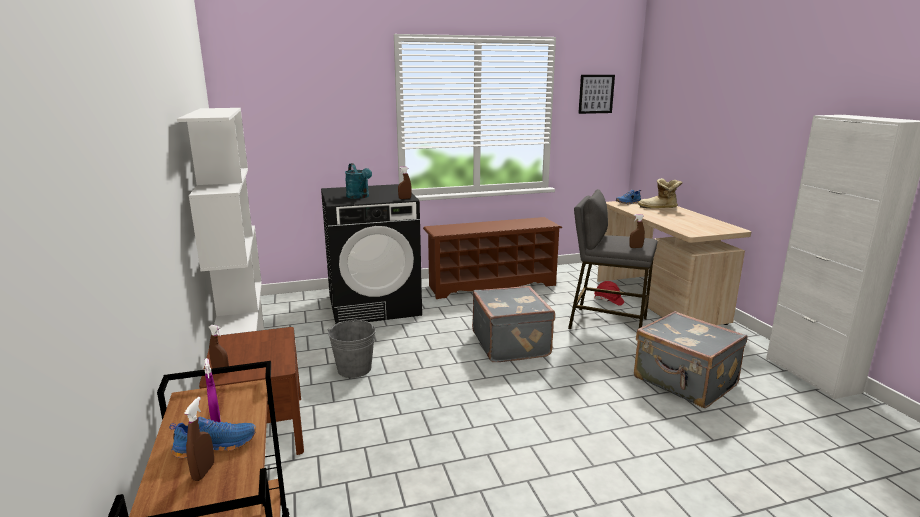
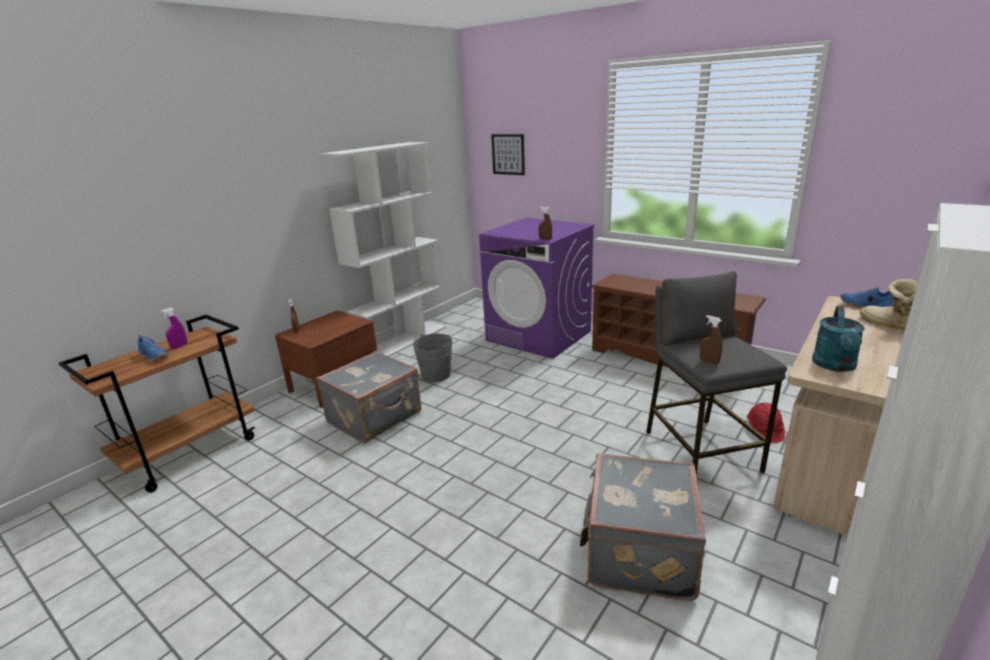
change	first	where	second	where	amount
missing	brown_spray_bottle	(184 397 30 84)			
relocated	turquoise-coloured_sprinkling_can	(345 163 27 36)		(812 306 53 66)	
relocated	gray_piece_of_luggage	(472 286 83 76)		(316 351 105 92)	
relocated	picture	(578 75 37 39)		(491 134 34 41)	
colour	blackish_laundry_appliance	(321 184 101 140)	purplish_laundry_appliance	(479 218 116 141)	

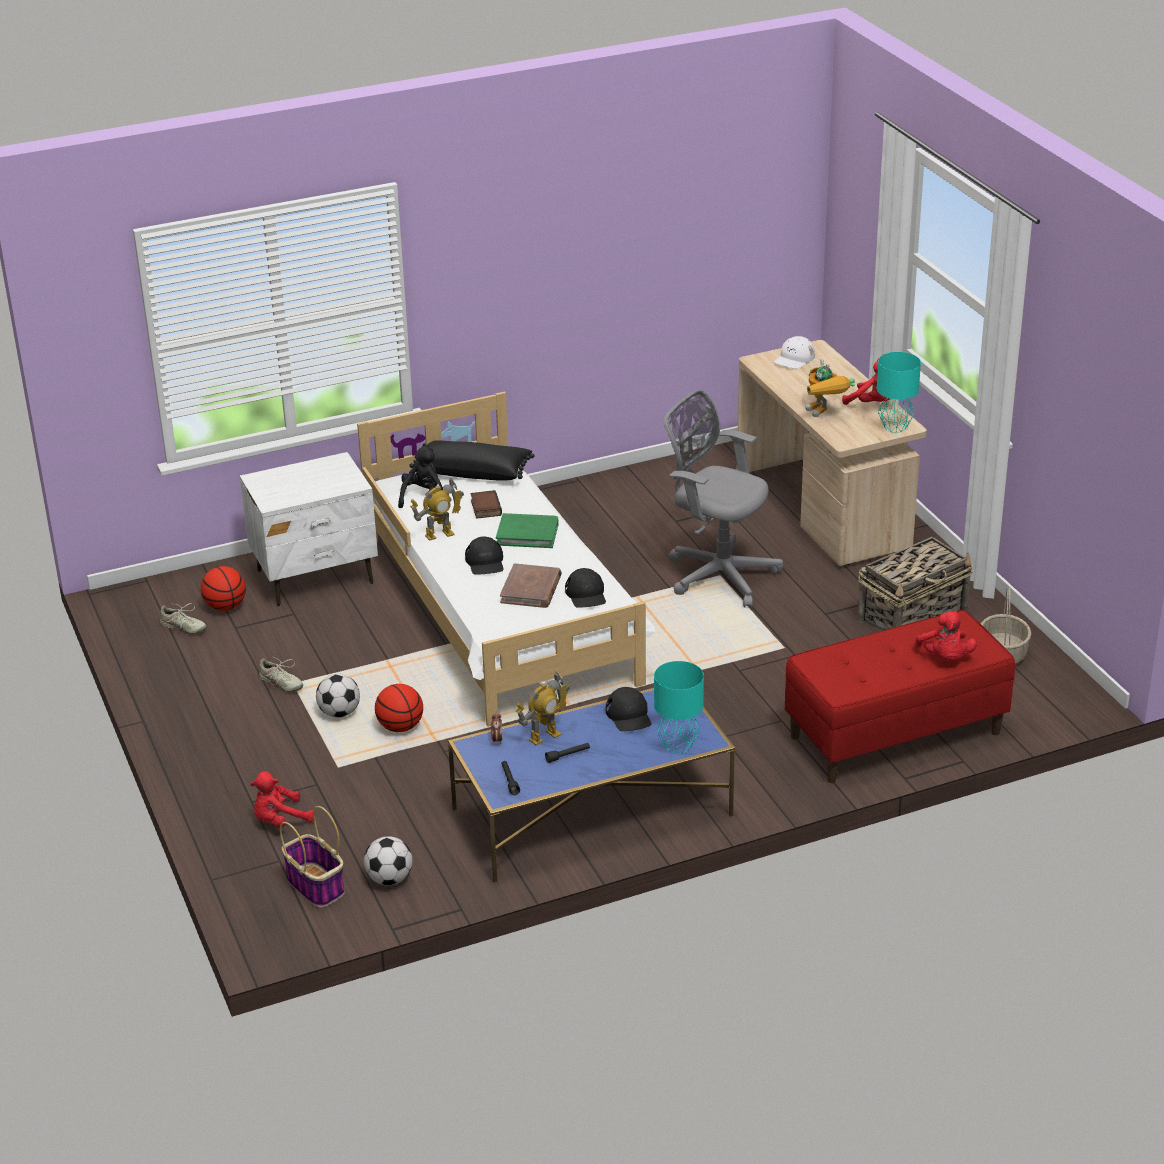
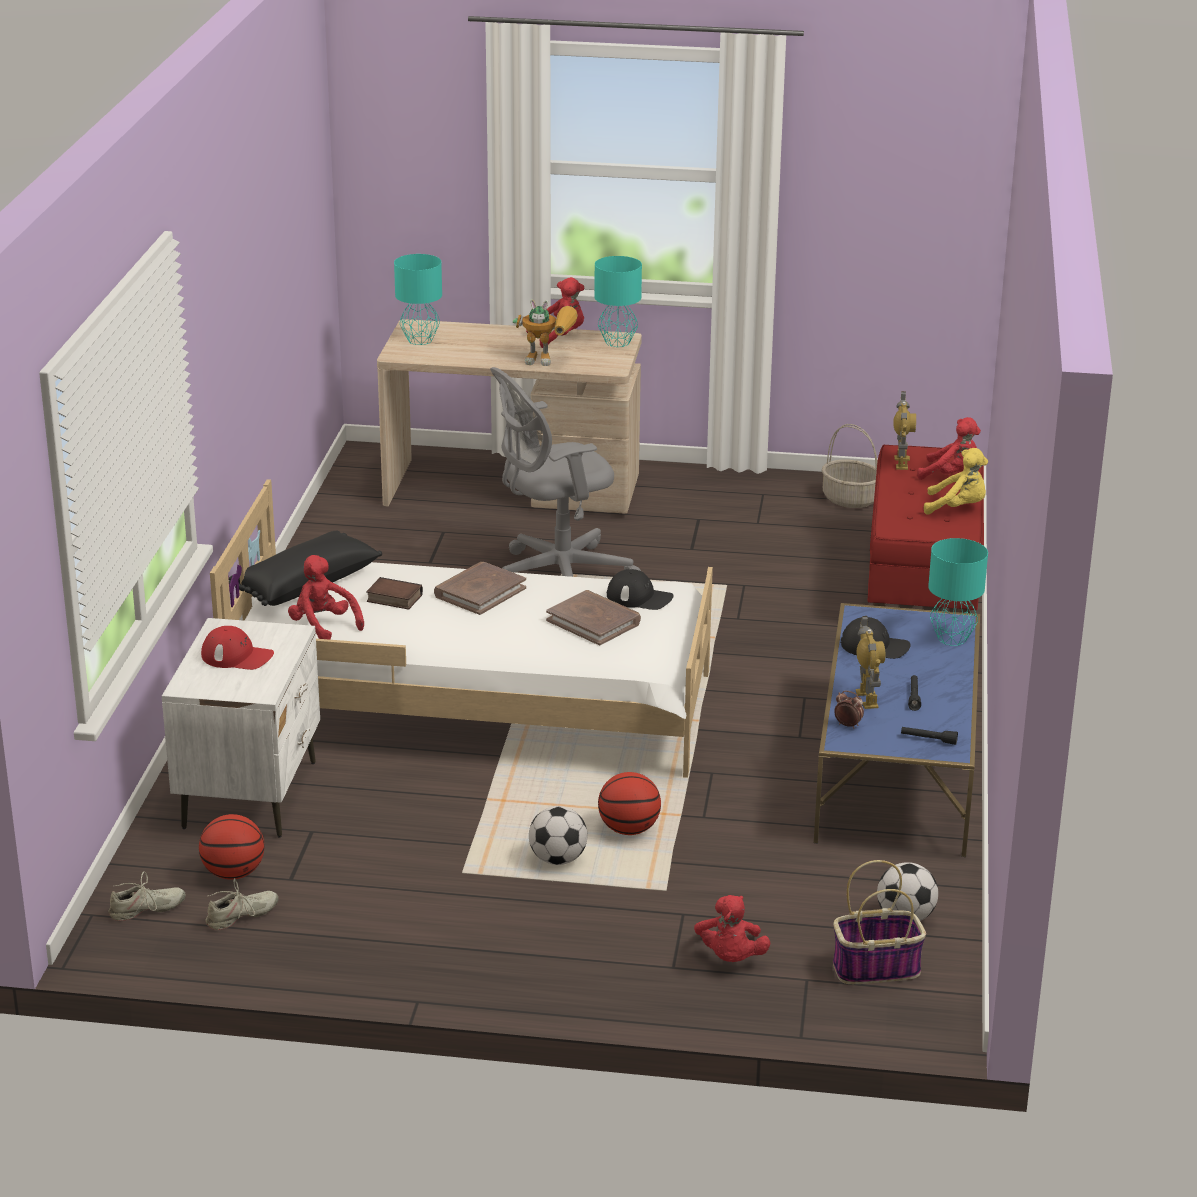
change	first	where	second	where	amount
missing	blackish_baseball_cap	(465 537 39 38)			
missing	basket	(857 536 116 95)			
appeared			red_baseball_cap	(201 626 73 44)	
appeared			yellowish_plush_toy	(924 448 64 67)	
relocated	sand-coloured_shoe	(259 657 44 35)		(108 871 78 50)	
relocated	robot_figure	(410 477 54 64)		(893 391 23 79)	
exchanged	white-coloured_baseball_cap	(774 336 41 33)	turquoise-coloured_tabletop_lamp	(394 254 48 91)	
colour	blackish_plush_toy	(398 446 45 65)	red_plush_toy	(288 555 76 85)	
colour	green_book	(496 513 62 35)	brown_book	(434 562 92 53)	

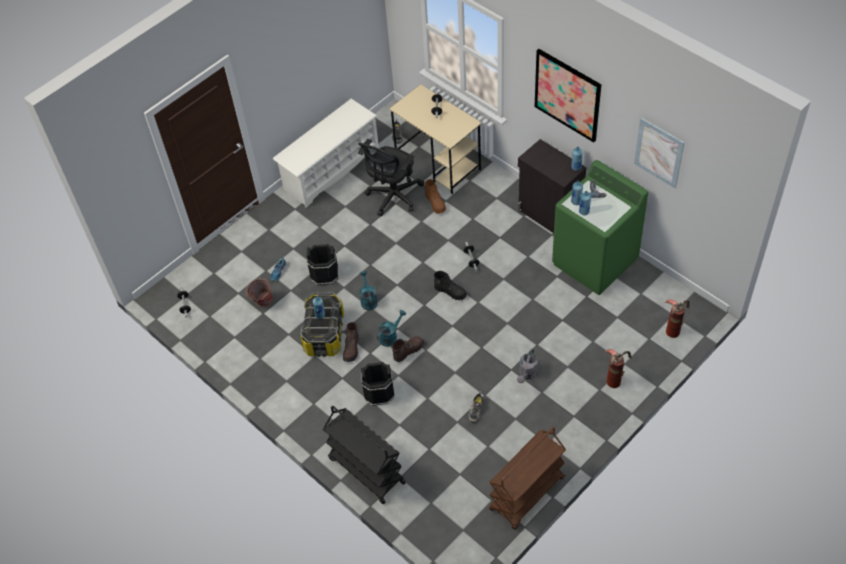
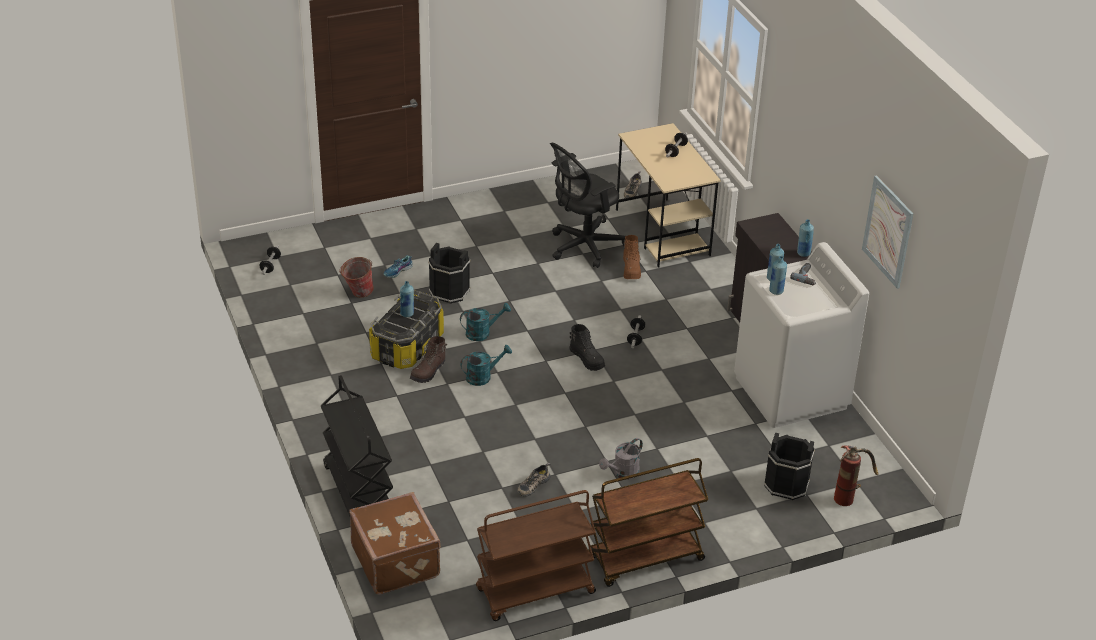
change	first	where	second	where	amount
missing	white-coloured_shoe_stand	(273 99 106 109)			
missing	brown_high-top_boot	(391 336 33 26)			
missing	picture	(535 49 66 94)			
missing	fire_extinguisher	(605 349 27 39)			
appeared			brown_piece_of_luggage	(349 492 92 103)	
appeared			brown_wheeled_cart	(588 458 120 129)	
relocated	blackish_bucket	(361 362 34 44)		(764 433 51 67)	
colour	green_laundry_appliance	(552 160 96 135)	white-coloured_laundry_appliance	(734 242 135 186)	
spun	turquoise-coloured_sprinkling_can	(359 271 19 39)		(460 303 51 38)	60 degrees clockwise

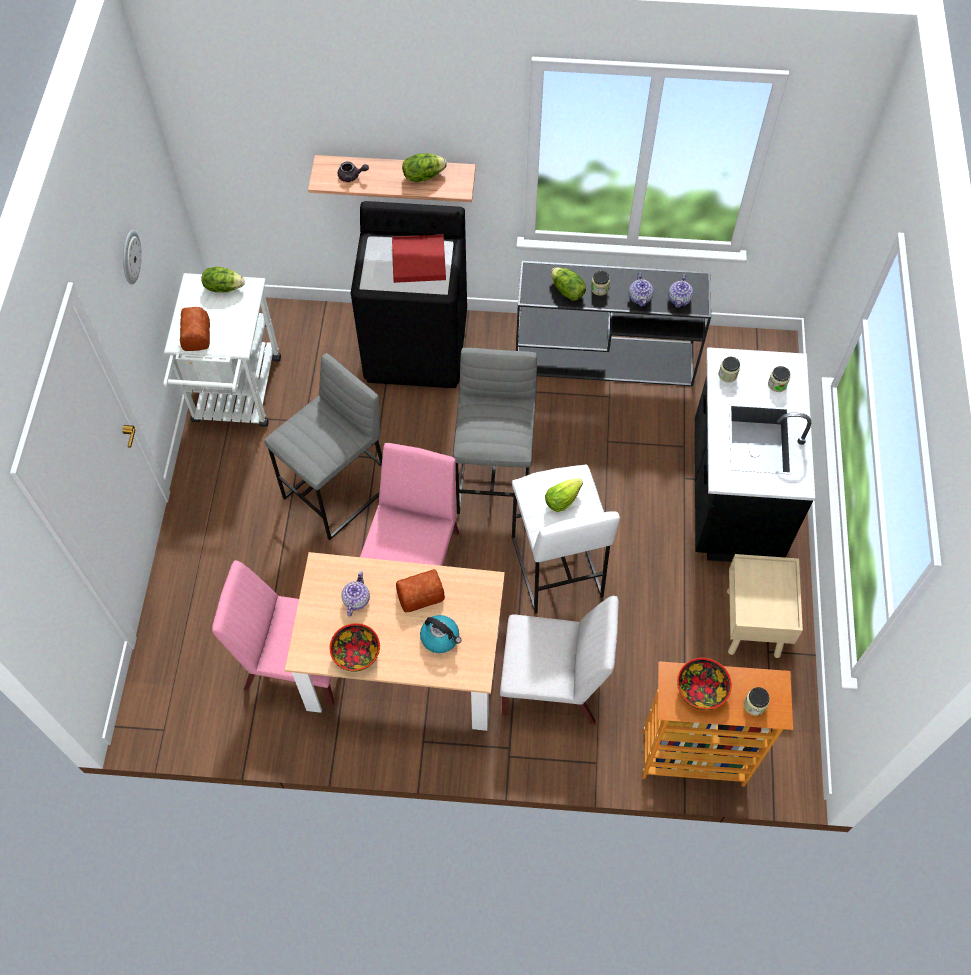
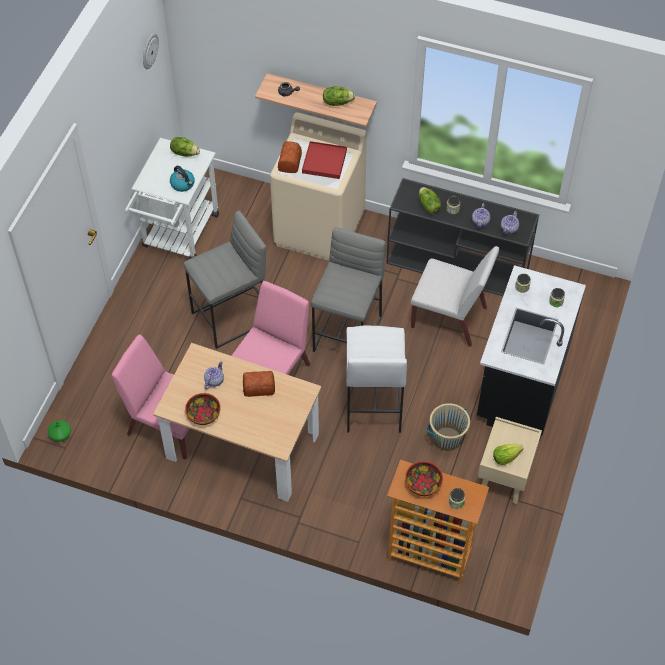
change	first	where	second	where	amount
appeared			green_flower_vase	(48 420 23 22)	
appeared			sand-coloured_bucket	(427 403 43 48)	
relocated	wall_clock	(123 230 19 55)		(143 33 16 36)	
relocated	baked_bread	(180 307 30 44)		(278 141 24 32)	
relocated	tea_kettle	(420 615 41 38)		(170 166 25 26)	
relocated	white-coloured_chair	(500 596 119 129)		(411 246 88 101)	
relocated	lettuce	(545 478 38 34)		(493 444 31 21)	
colour	blackish_laundry_appliance	(351 201 116 187)	sand-coloured_laundry_appliance	(270 112 97 149)	

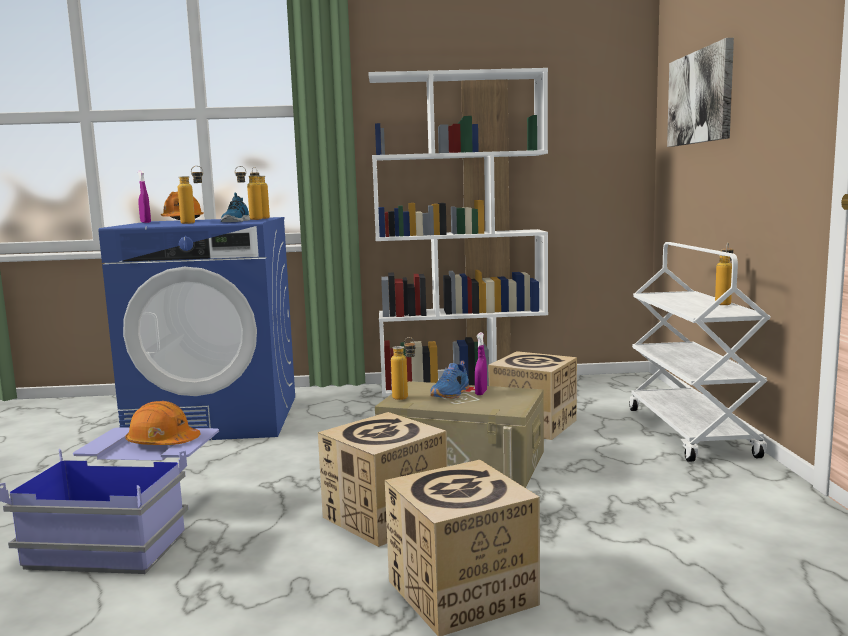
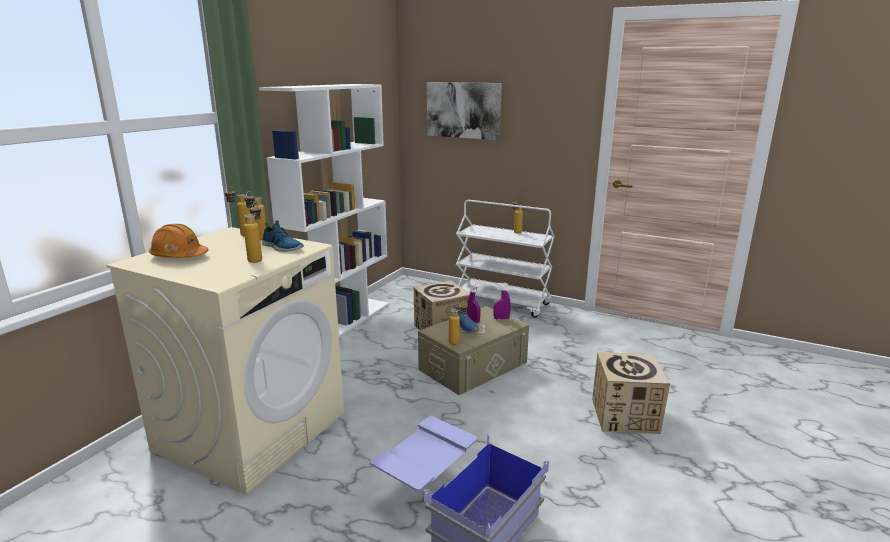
change	first	where	second	where	amount
missing	orangey_work_helmet	(125 401 76 44)			
missing	packing_box	(318 412 130 135)			
relocated	purplish_spray_bottle	(138 171 13 52)		(493 283 18 37)	
colour	blue-coloured_laundry_appliance	(98 217 197 223)	sand-coloured_laundry_appliance	(106 227 238 268)	

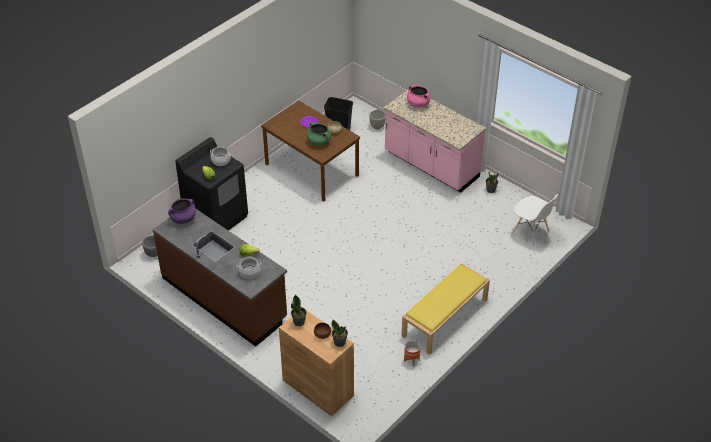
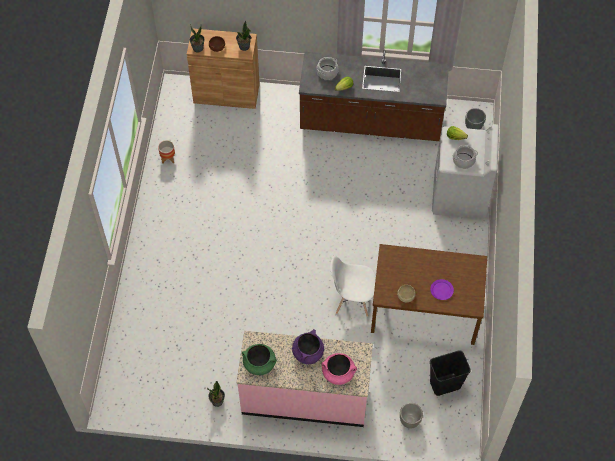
change	first	where	second	where	amount
missing	yellowish_indoor_bench	(401 263 89 92)			
relocated	purplish_cooking_pot	(168 198 28 26)		(292 329 32 35)	
relocated	green_cooking_pot	(307 122 24 24)		(242 344 35 31)	
relocated	white-coloured_chair	(512 194 46 53)		(330 256 46 61)	
colour	blackish_laundry_appliance	(175 137 73 94)	white-coloured_laundry_appliance	(432 124 67 95)	

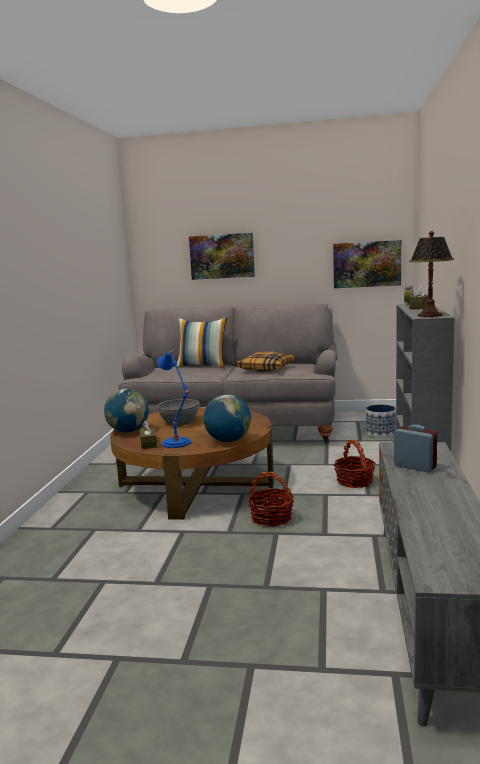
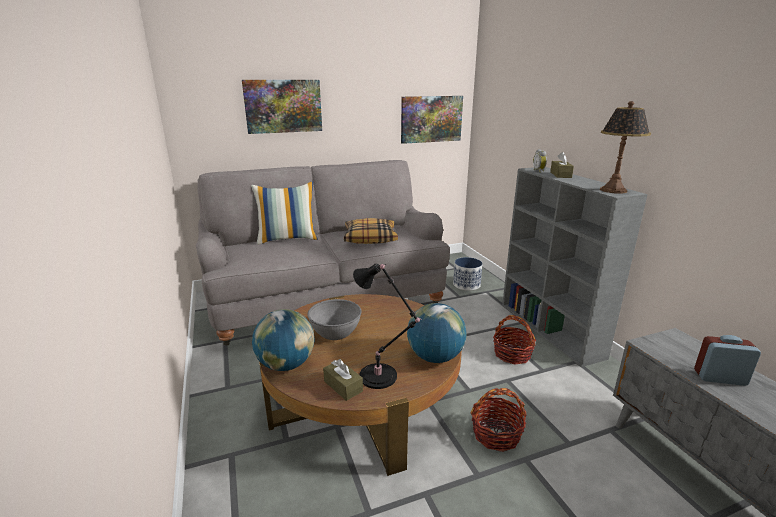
change	first	where	second	where	amount
colour	blue-coloured_tabletop_lamp	(157 351 34 97)	blackish_tabletop_lamp	(353 264 69 125)	

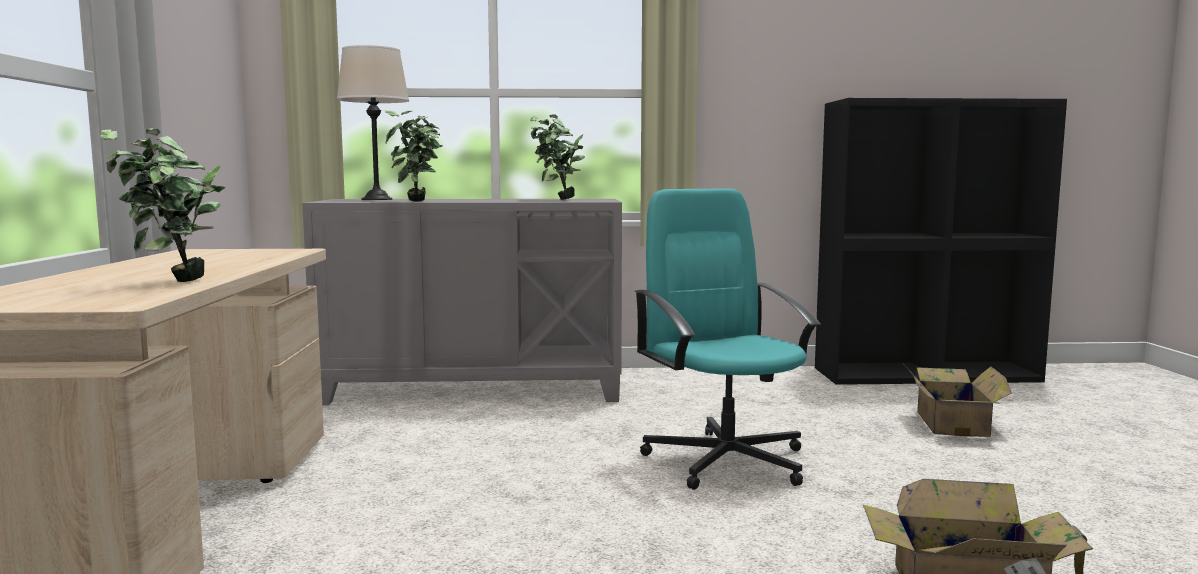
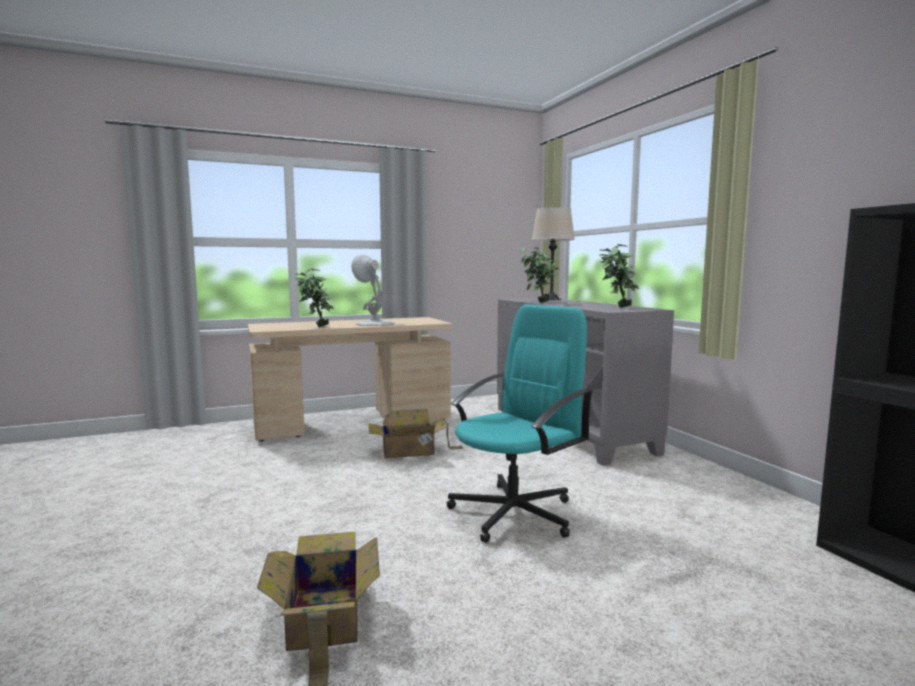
change	first	where	second	where	amount
appeared			white-coloured_tabletop_lamp	(351 255 44 71)	
relocated	packing_box	(904 365 108 72)		(369 409 94 49)	

